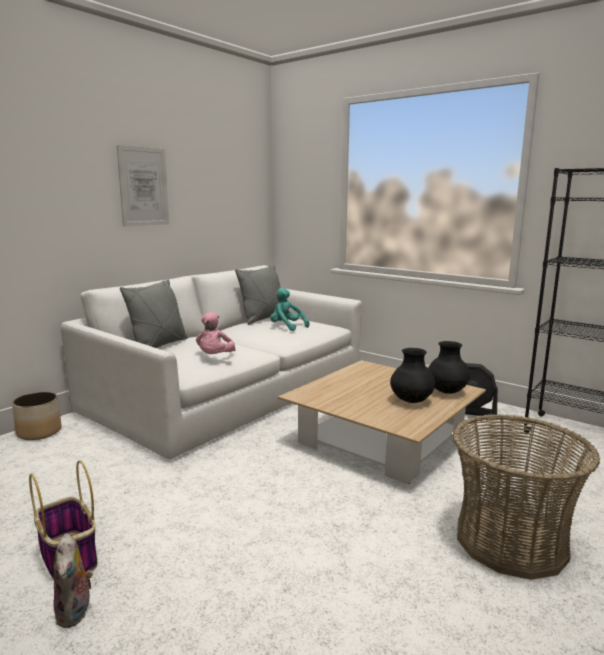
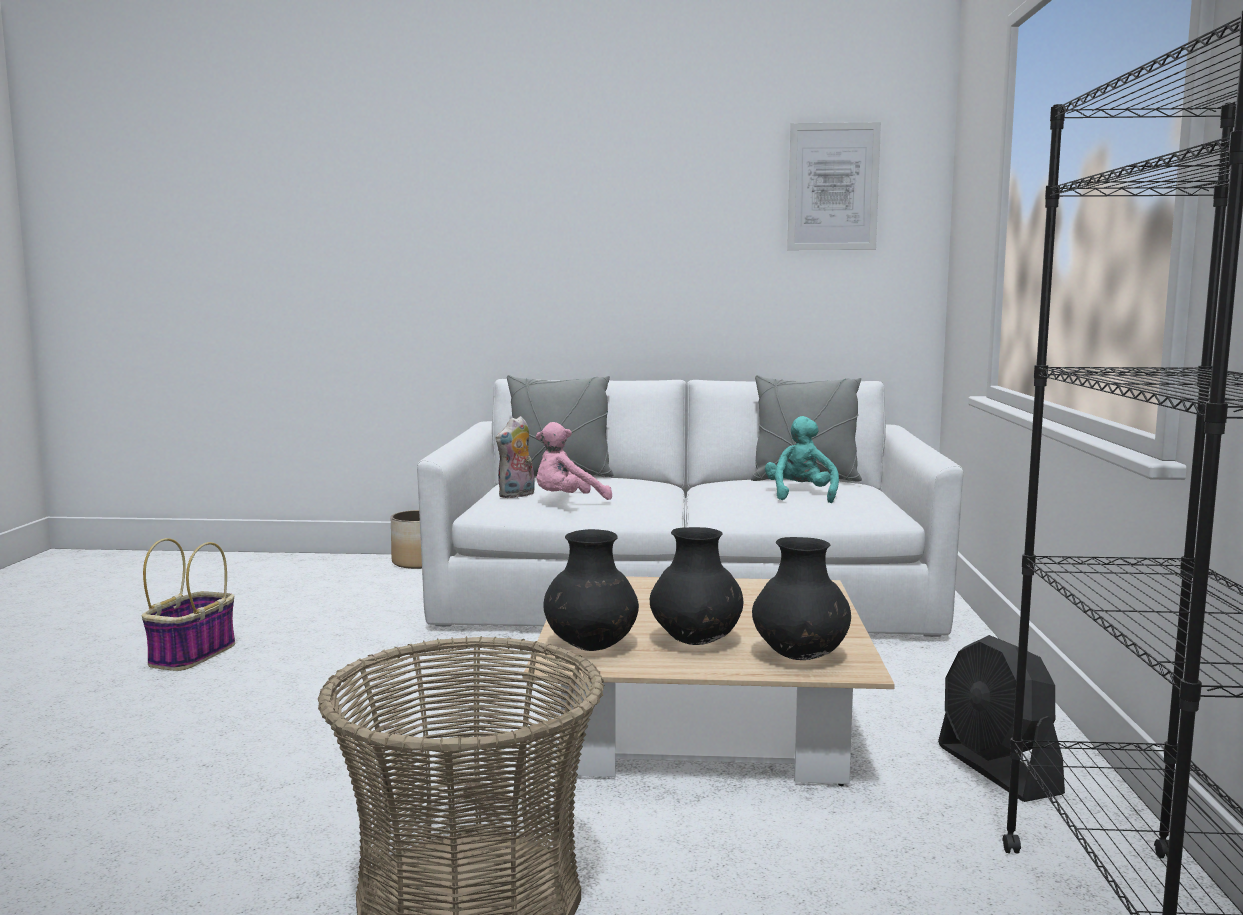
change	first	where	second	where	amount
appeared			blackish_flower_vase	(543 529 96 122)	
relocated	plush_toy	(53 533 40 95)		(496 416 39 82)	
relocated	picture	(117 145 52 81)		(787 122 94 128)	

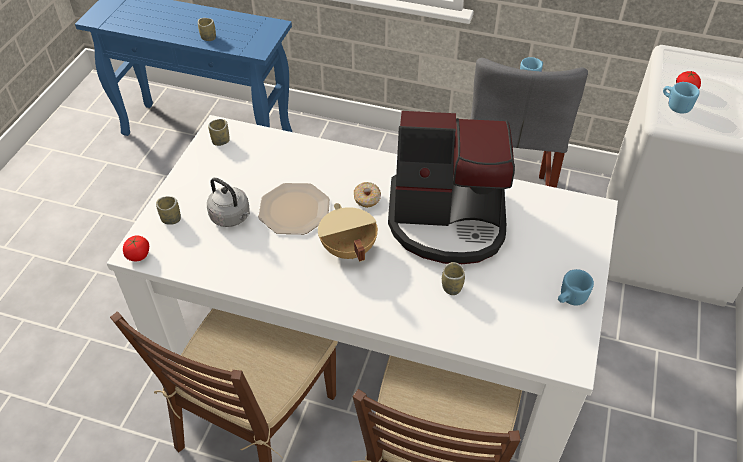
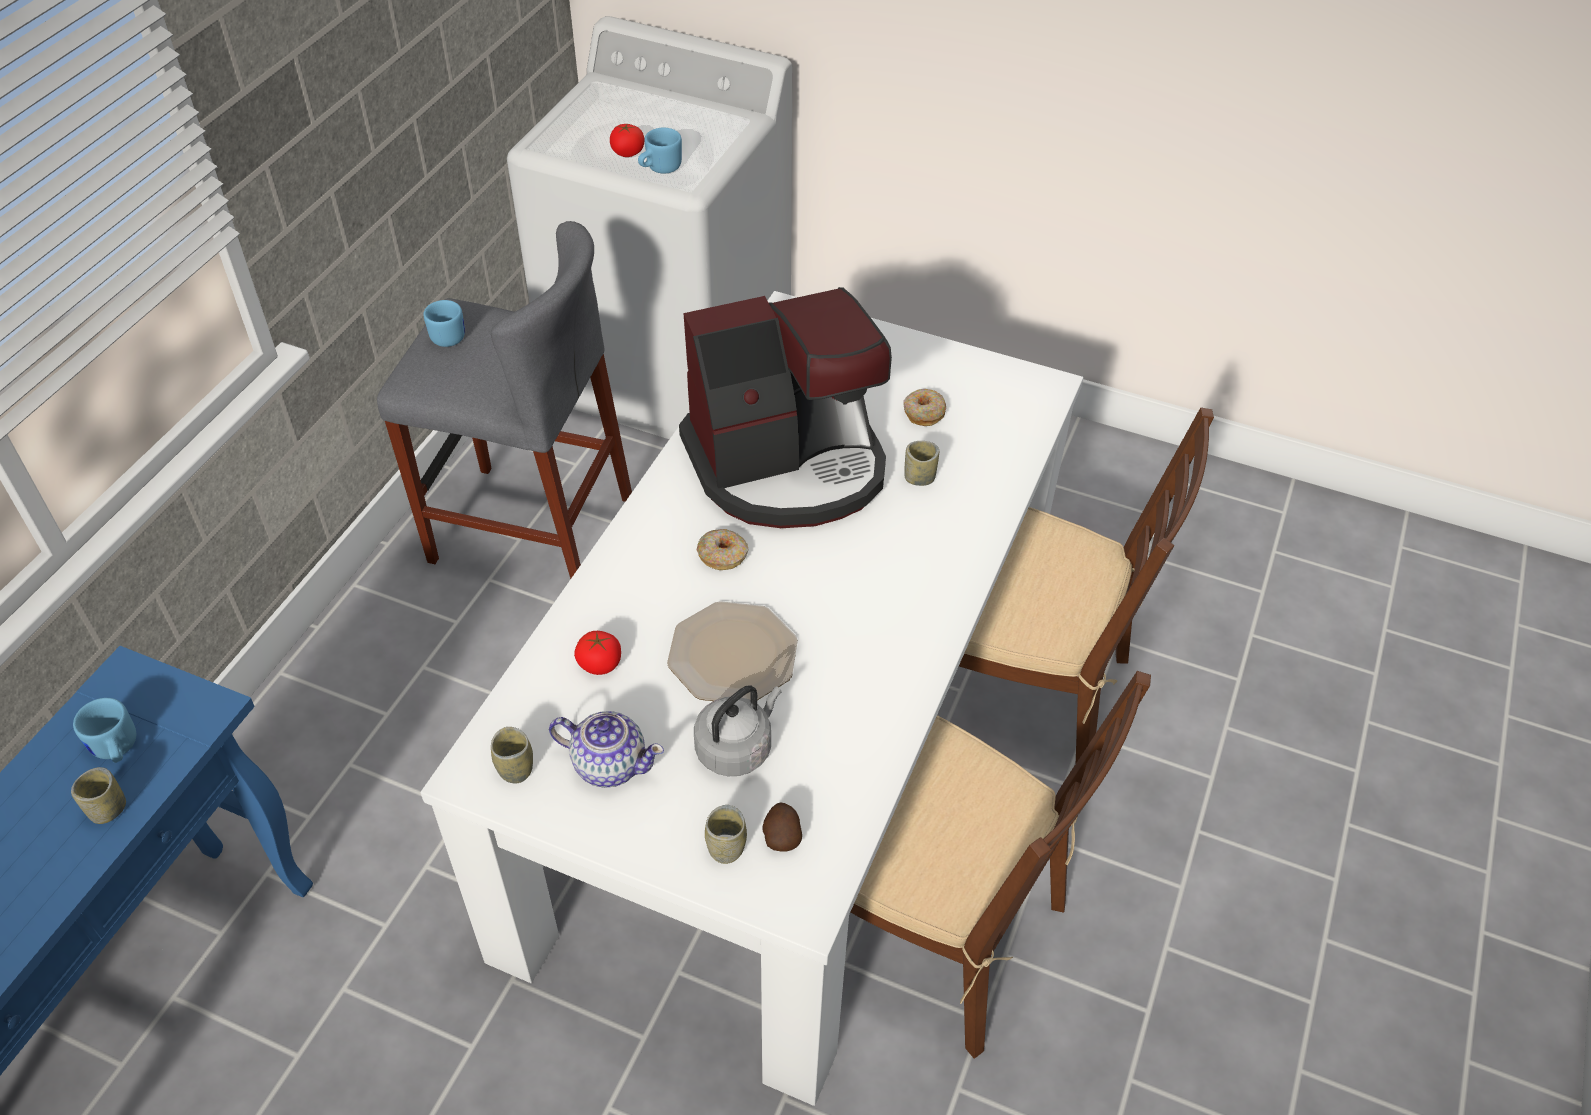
change	first	where	second	where	amount
missing	sand-coloured_cooking_pot	(318 203 60 59)			
appeared			pot_for_tea	(549 711 115 77)	
appeared			potato	(762 802 40 49)	
appeared			ring_doughnut	(903 389 43 37)	
relocated	whole_tomato	(123 235 26 27)		(574 631 47 44)	
relocated	blue-coloured_tea_mug	(558 269 36 36)		(73 698 63 65)	
spun	coffee_maker	(388 111 127 153)		(679 287 213 241)	60 degrees clockwise

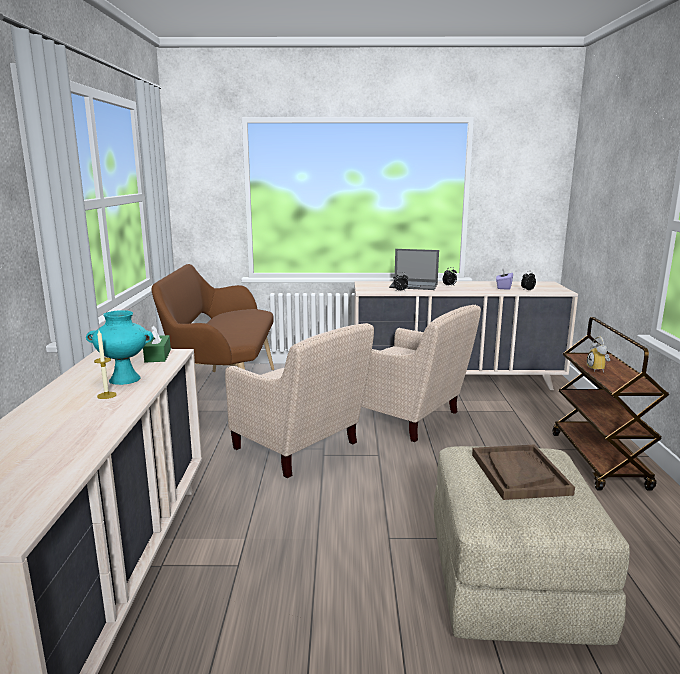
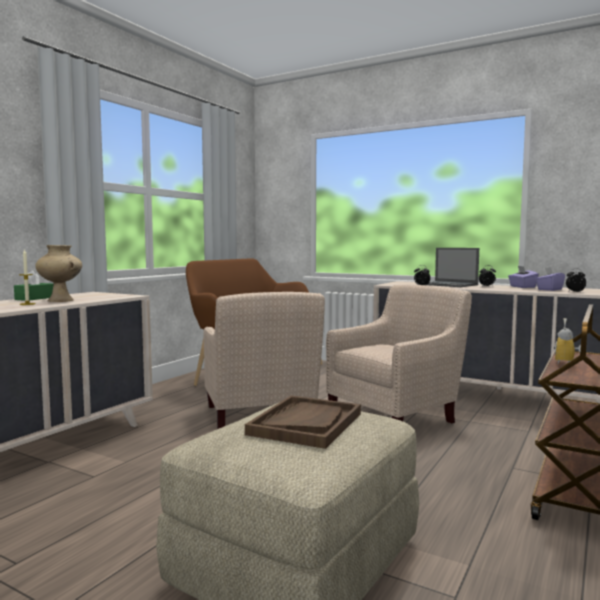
change	first	where	second	where	amount
appeared			purplish_tissue_box	(508 266 31 22)	
relocated	green_tissue_box	(143 325 28 37)		(14 270 39 31)	
colour	turquoise-coloured_flower_vase	(86 310 67 75)	sand-coloured_flower_vase	(35 245 47 57)	
spun	sand-coloured_lounge_chair	(361 305 120 137)		(326 285 146 138)	105 degrees counterclockwise

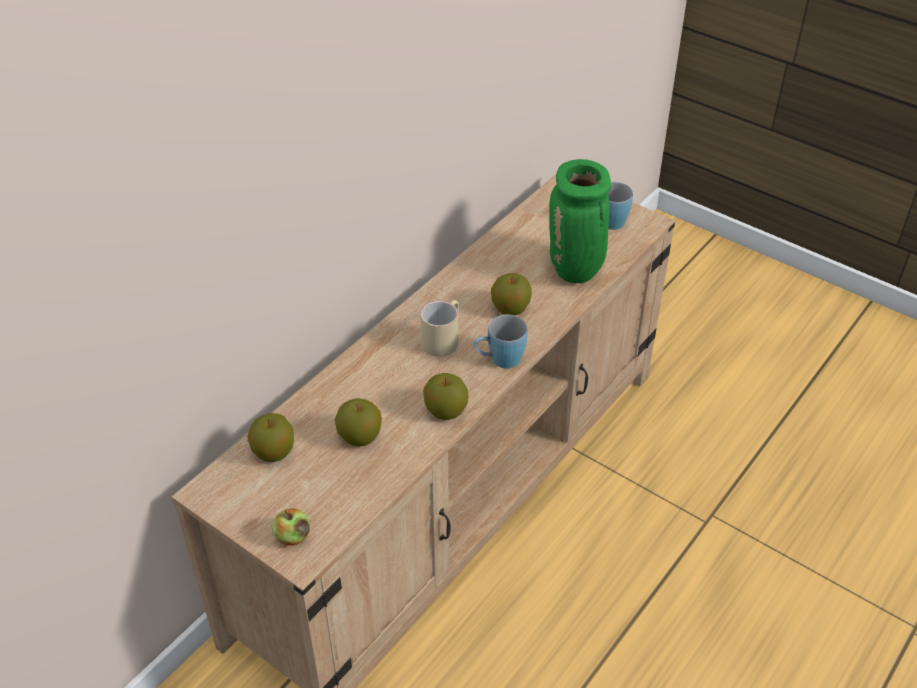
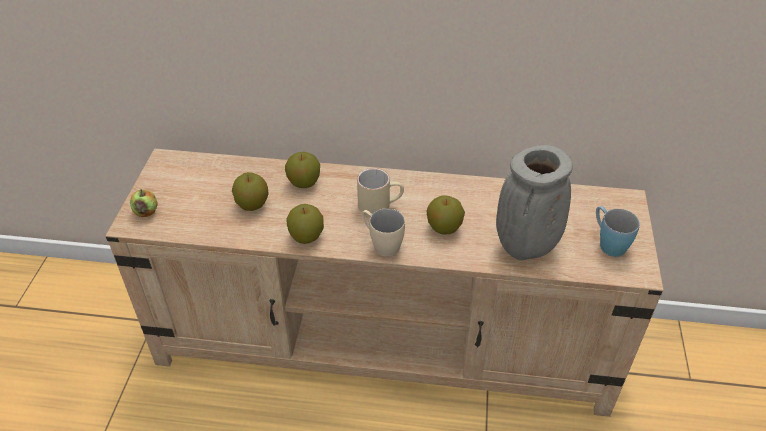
change	first	where	second	where	amount
relocated	whole_apple	(247 413 47 49)		(285 152 35 36)	
colour	blue-coloured_tea_mug	(474 315 54 54)	sand-coloured_tea_mug	(362 208 43 49)	
colour	green_flower_vase	(549 159 62 124)	gray_flower_vase	(496 145 77 115)	

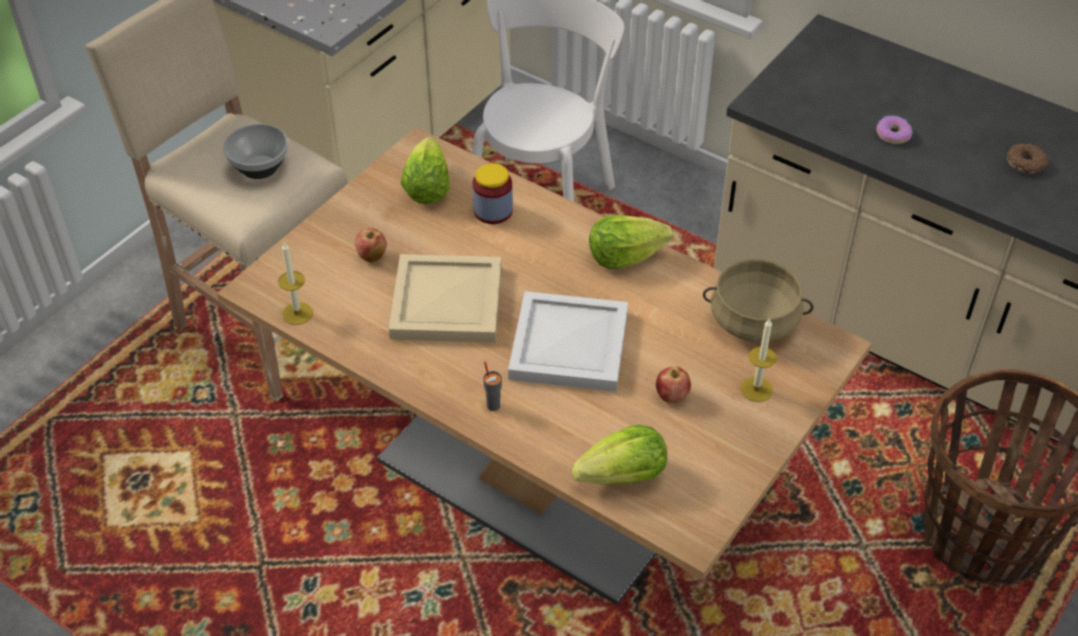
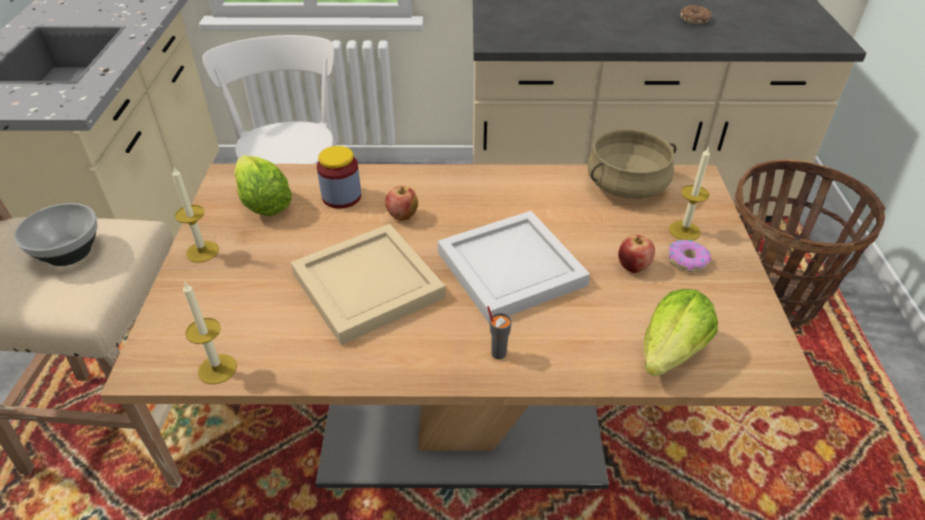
change	first	where	second	where	amount
missing	lettuce	(589 216 84 53)			
appeared			wax_light	(172 167 47 96)	
relocated	whole_apple	(355 228 32 34)		(385 186 33 35)	
relocated	ring_doughnut	(876 116 37 28)		(668 240 43 32)	

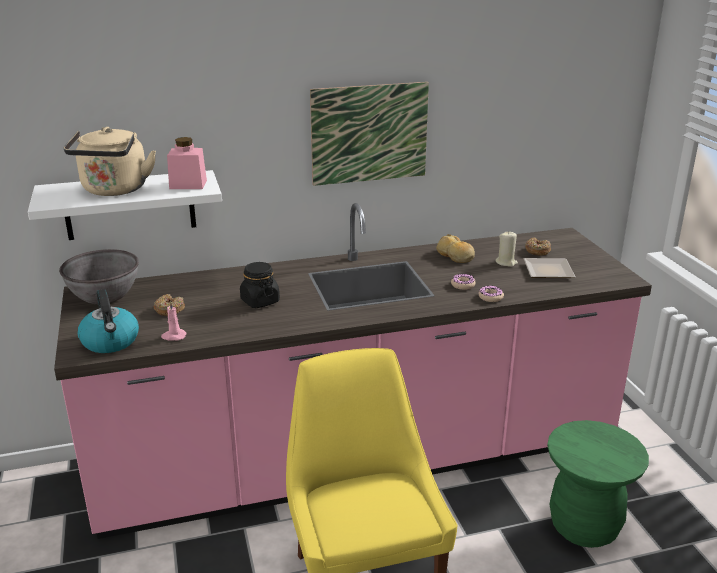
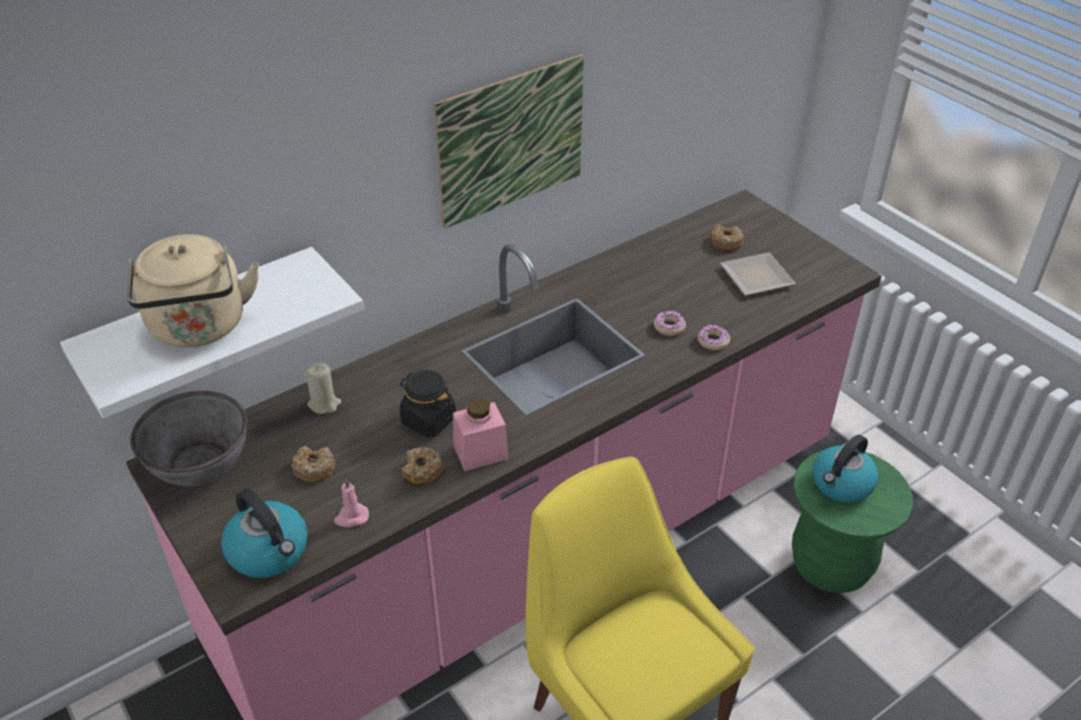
change	first	where	second	where	amount
missing	baked_bread	(436 234 39 29)			
appeared			ring_doughnut	(402 447 43 37)	
appeared			tea_kettle	(813 435 66 67)	
relocated	pink-coloured_jar	(167 137 40 52)		(453 398 56 73)	
relocated	sand-coloured_wax_light	(495 232 23 35)		(304 363 37 51)	

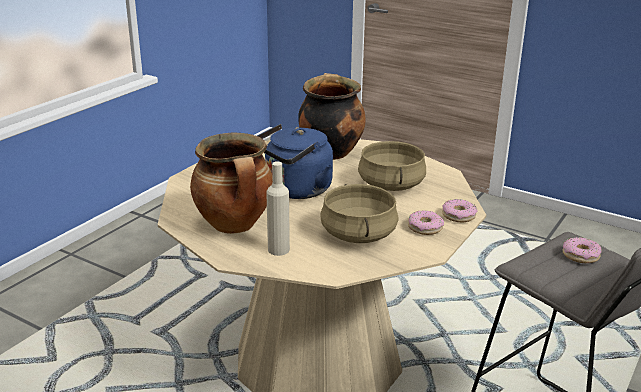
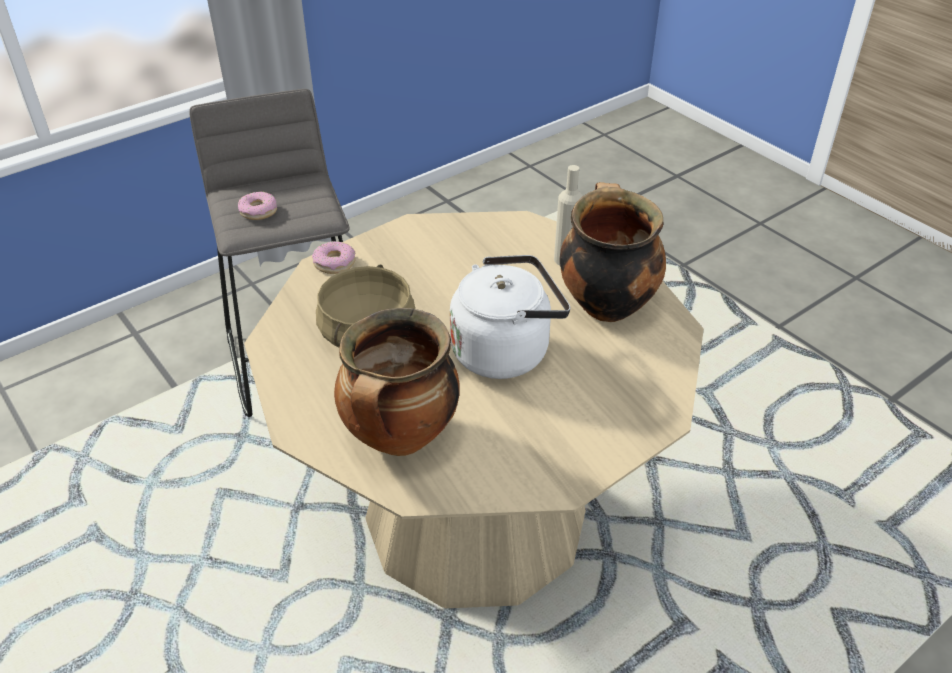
change	first	where	second	where	amount
missing	sand-coloured_cooking_pot	(320 184 79 59)			
missing	ring_doughnut	(408 210 36 25)			
colour	blue-coloured_tea_kettle	(257 124 76 75)	white-coloured_tea_kettle	(450 255 121 124)	

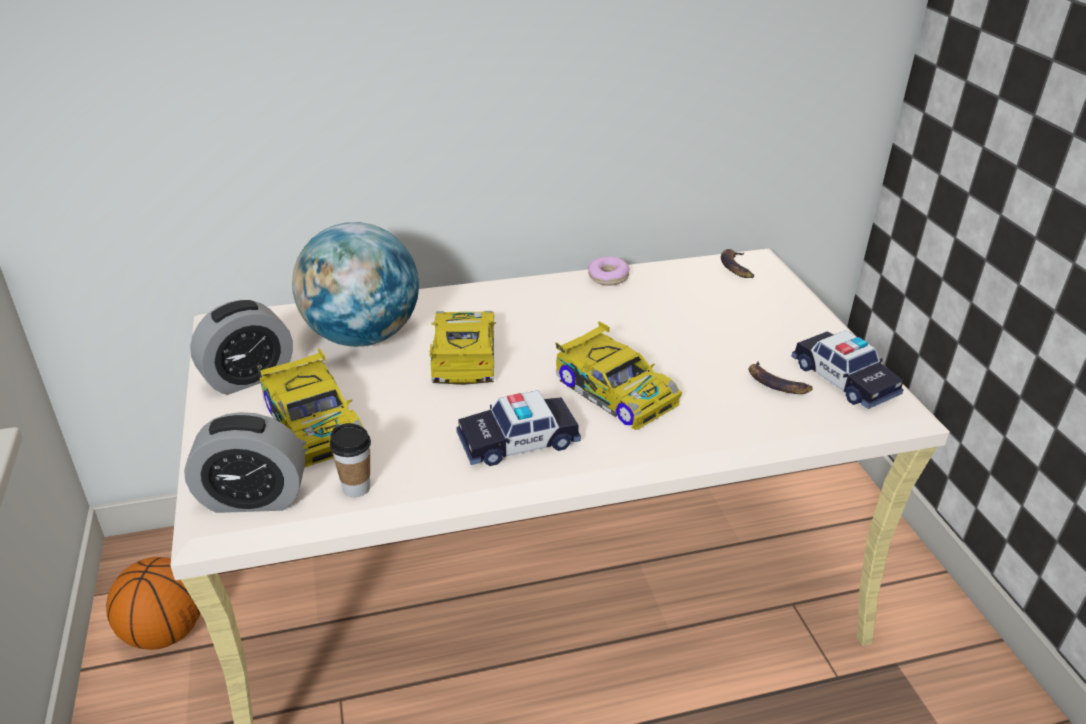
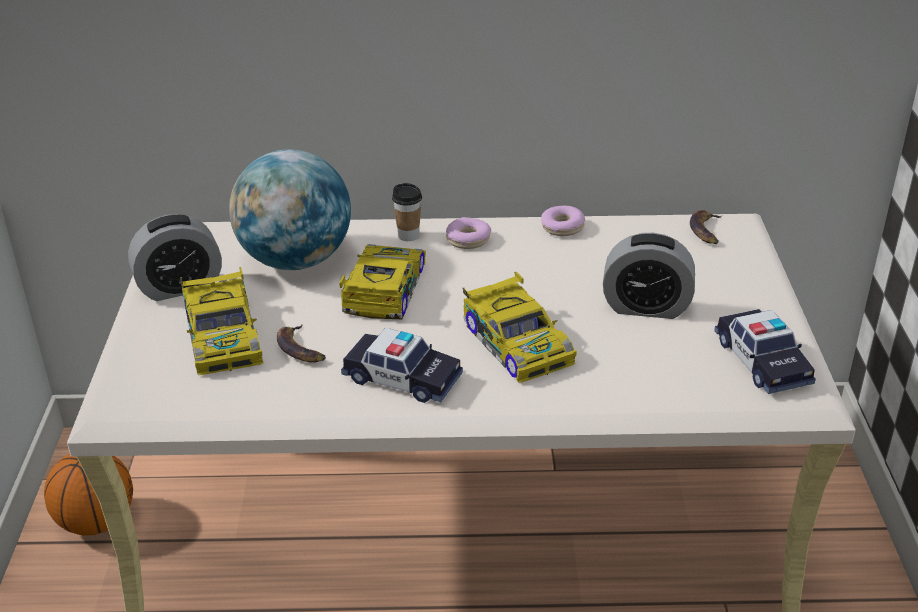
change	first	where	second	where	amount
appeared			ring_doughnut	(446 217 45 32)	
relocated	table_clock	(184 412 121 101)		(603 233 92 86)	
relocated	small_cup	(330 423 41 74)		(392 183 30 58)	
relocated	banana_fruit	(748 361 65 33)		(277 325 49 38)	
spun	model_car	(456 390 125 76)		(341 328 122 75)	150 degrees counterclockwise

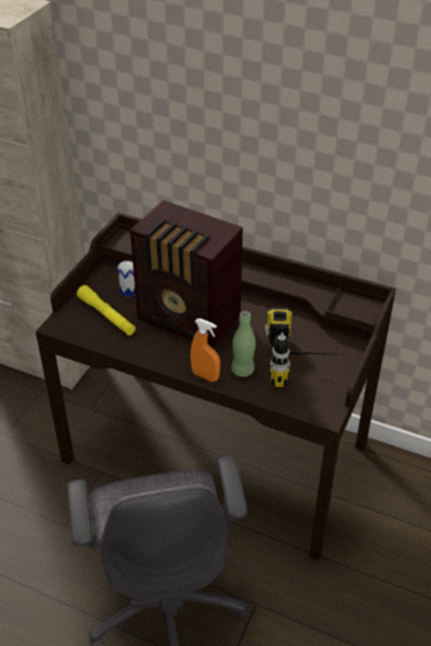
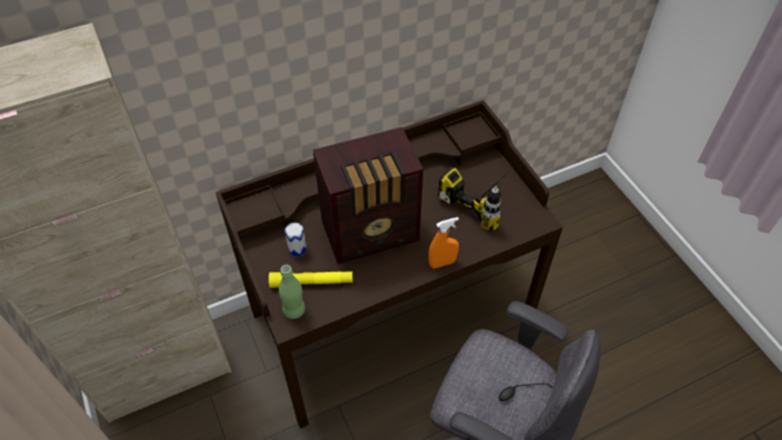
change	first	where	second	where	amount
relocated	green_drink_bottle	(231 311 25 66)		(279 265 26 54)	

